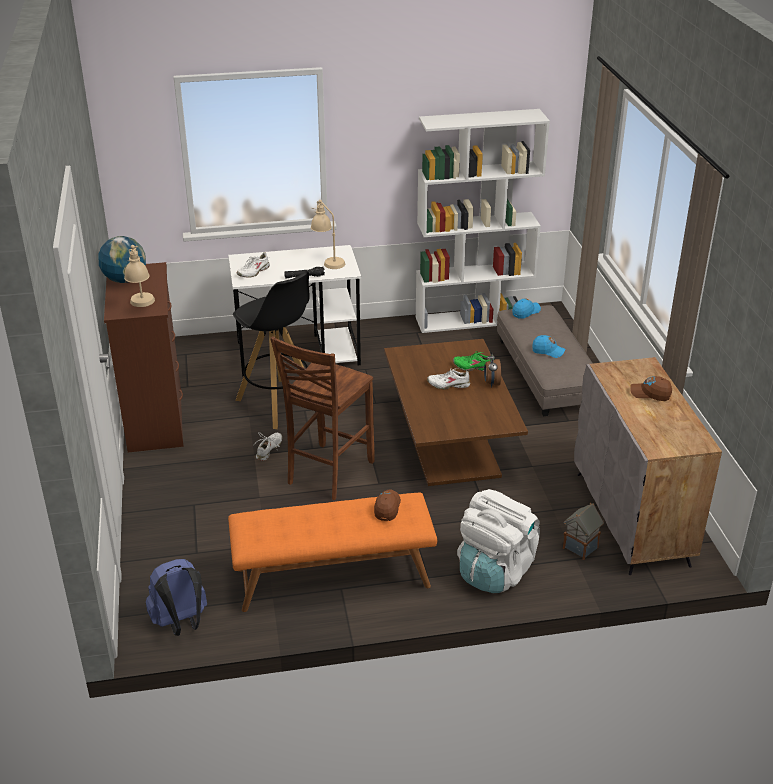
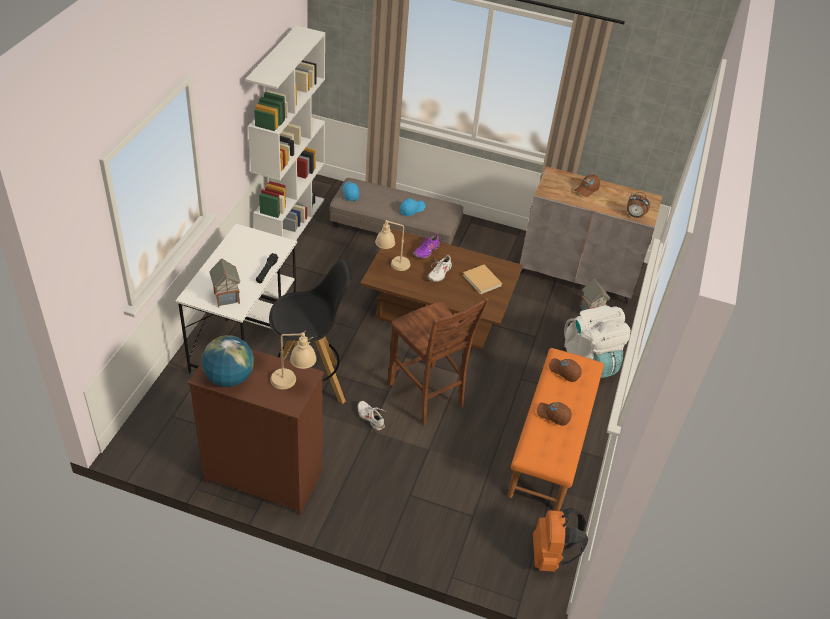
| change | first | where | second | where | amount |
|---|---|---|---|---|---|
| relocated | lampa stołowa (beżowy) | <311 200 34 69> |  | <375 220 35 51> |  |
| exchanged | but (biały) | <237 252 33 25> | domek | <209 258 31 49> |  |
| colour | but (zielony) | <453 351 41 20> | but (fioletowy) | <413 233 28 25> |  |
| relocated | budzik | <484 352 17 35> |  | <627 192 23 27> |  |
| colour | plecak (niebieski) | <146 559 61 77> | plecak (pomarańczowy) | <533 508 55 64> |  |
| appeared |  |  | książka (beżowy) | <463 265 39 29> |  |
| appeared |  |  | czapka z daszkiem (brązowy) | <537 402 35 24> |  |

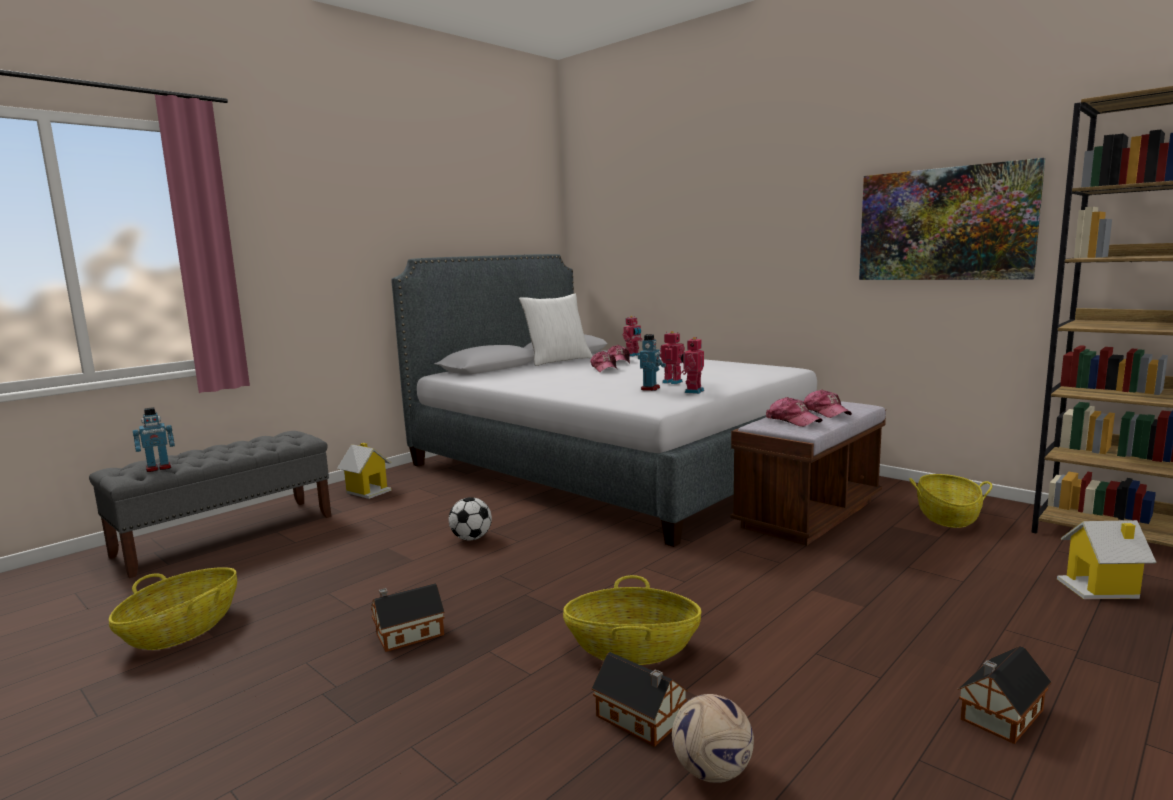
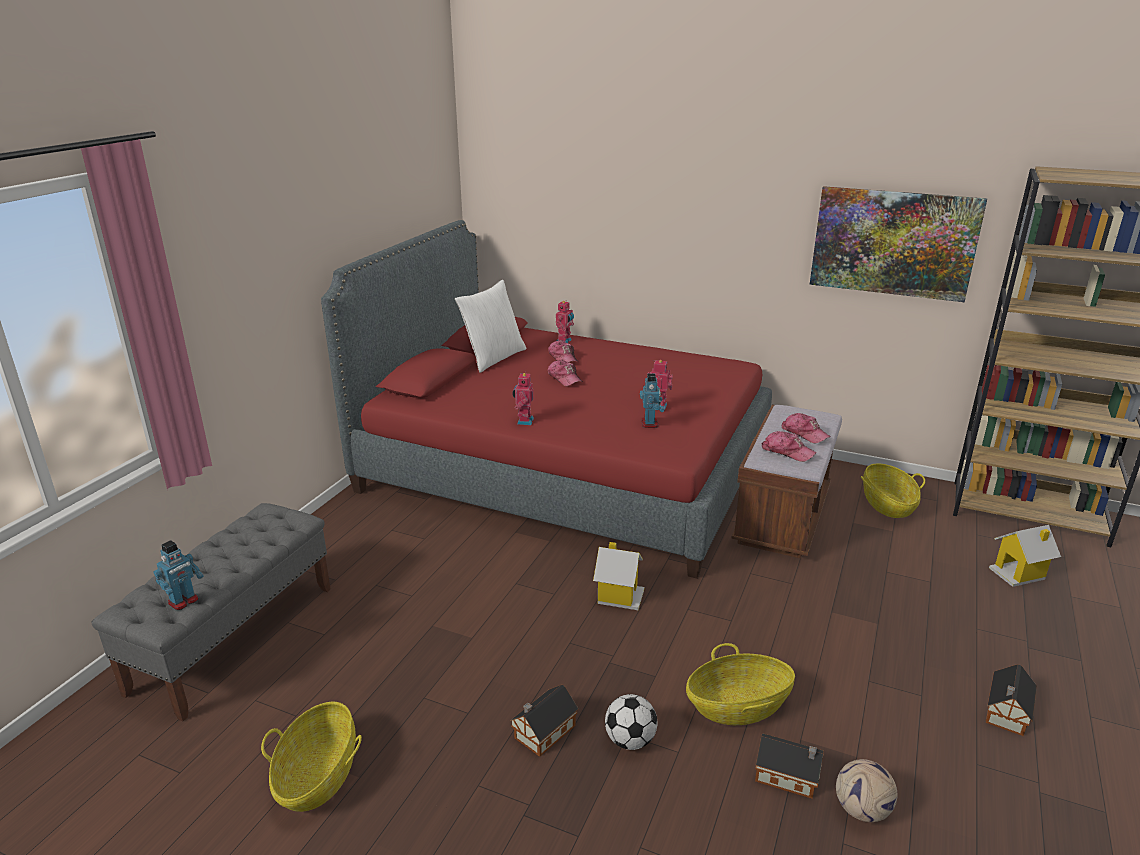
| change | first | where | second | where | amount |
|---|---|---|---|---|---|
| colour | łóżko (szary) | <391 254 426 293> | łóżko (czerwony) | <321 220 451 359> |  |
| relocated | robot zabawkowy | <681 337 23 57> |  | <512 371 22 54> |  |
| relocated | domek | <337 443 55 56> |  | <593 542 51 68> |  |
| relocated | piłka futbolowa | <449 497 43 43> |  | <605 694 52 56> |  |

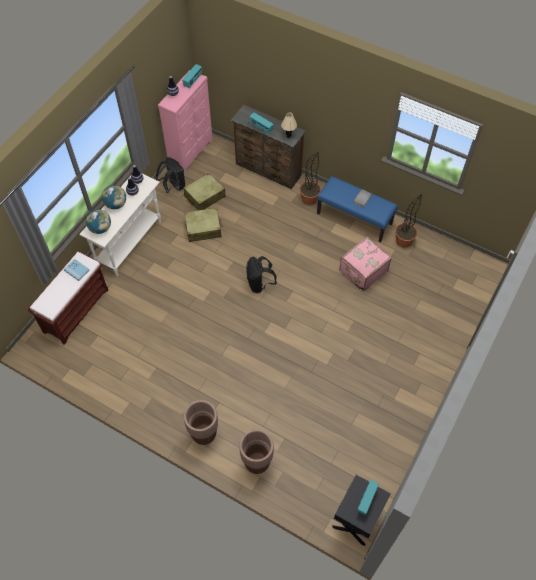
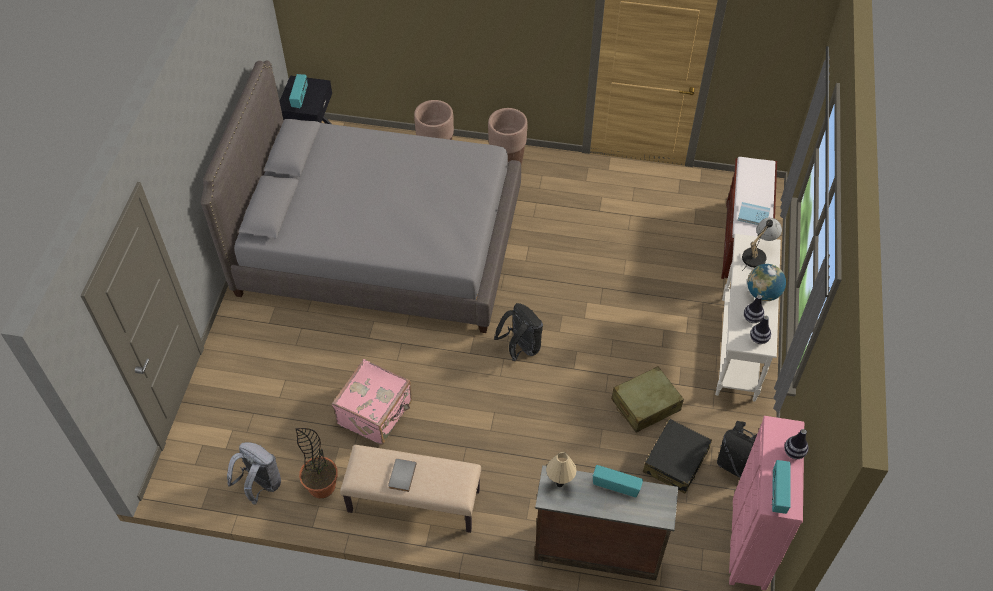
| change | first | where | second | where | amount |
|---|---|---|---|---|---|
| missing | roślina doniczkowa | <300 152 21 53> |  |  |  |
| colour | walizka (beżowy) | <183 173 43 37> | walizka (czarny) | <643 419 69 75> |  |
| colour | ławka (niebieski) | <317 176 81 67> | ławka (beżowy) | <340 445 141 88> |  |
| exchanged | globus | <86 209 25 25> | lampa stołowa | <742 218 40 53> |  |
| appeared |  |  | łóżko (szary) | <201 60 320 273> |  |
| appeared |  |  | plecak (szary) | <227 442 54 63> |  |

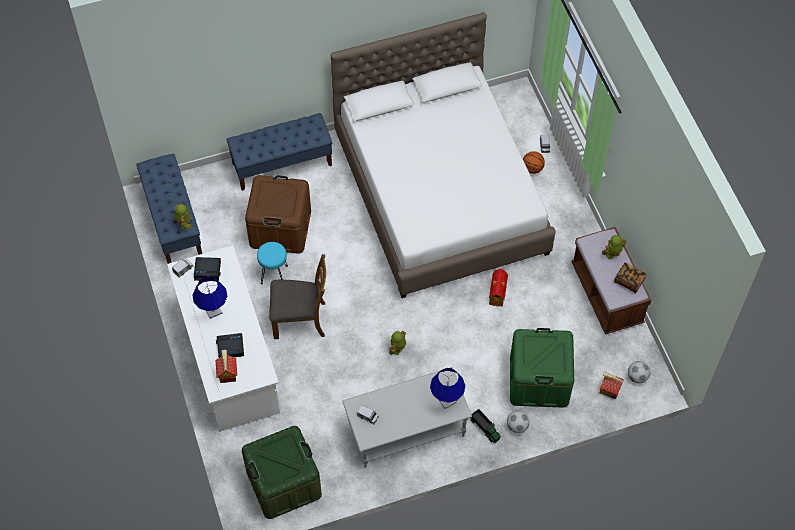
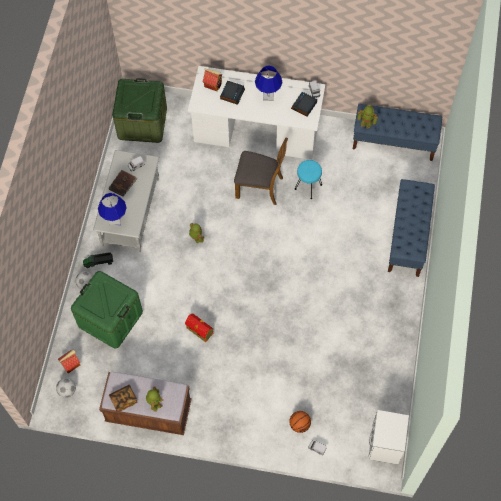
| change | first | where | second | where | amount |
|---|---|---|---|---|---|
| missing | łóżko (biały) | <331 12 225 286> |  |  |  |
| missing | pojemnik do przechowywania (brązowy) | <245 175 66 79> |  |  |  |
| spun | krzesło (brązowy) | <269 254 57 85> |  | <234 138 54 67> | 105 degrees counterclockwise |
| appeared |  |  | książka (brązowy) | <109 170 28 27> |  |
| appeared |  |  | szafka nocna (biały) | <368 410 41 54> |  |

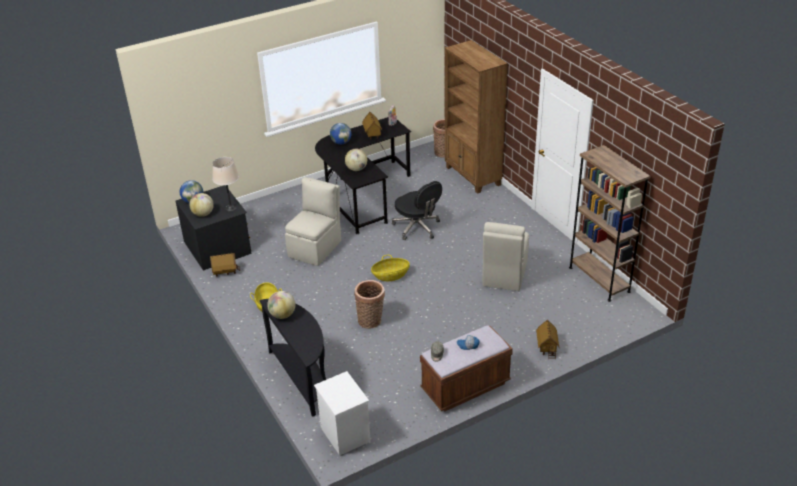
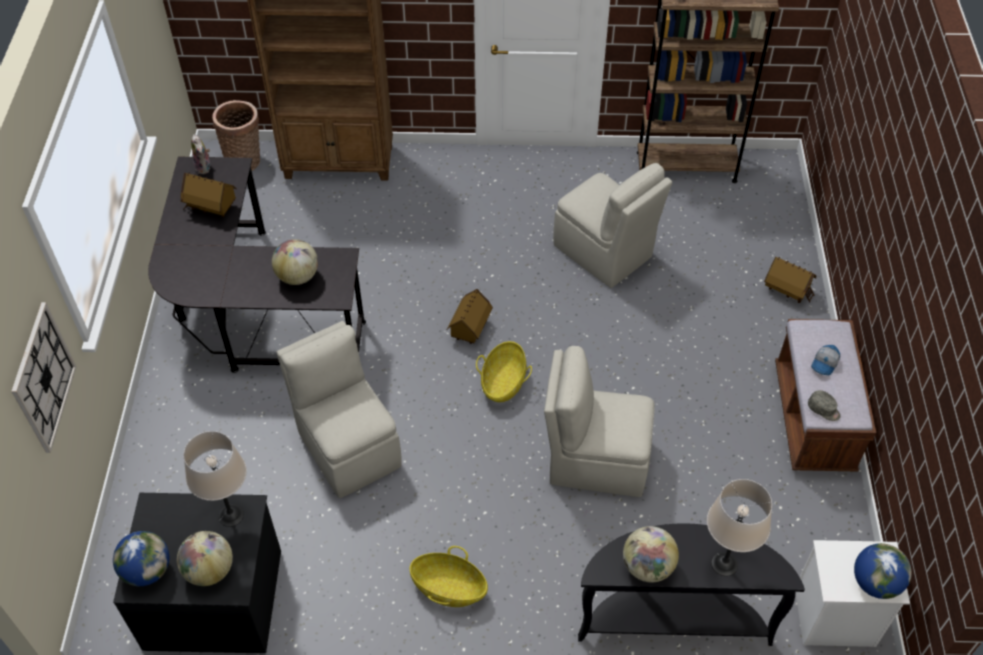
| change | first | where | second | where | amount |
|---|---|---|---|---|---|
| relocated | globus | <330 123 21 22> |  | <854 543 58 56> |  |
| missing | krzesło biurowe (czarny) | <392 181 50 59> |  |  |  |
| relocated | domek | <210 253 30 23> |  | <447 289 46 55> |  |
| exchanged | koszyk | <354 280 31 49> | krzesło (beżowy) | <544 346 111 151> |  |
| appeared |  |  | zegar ścienny | <11 302 66 151> |  |
| appeared |  |  | lampa stołowa (beżowy) | <707 479 65 97> |  |

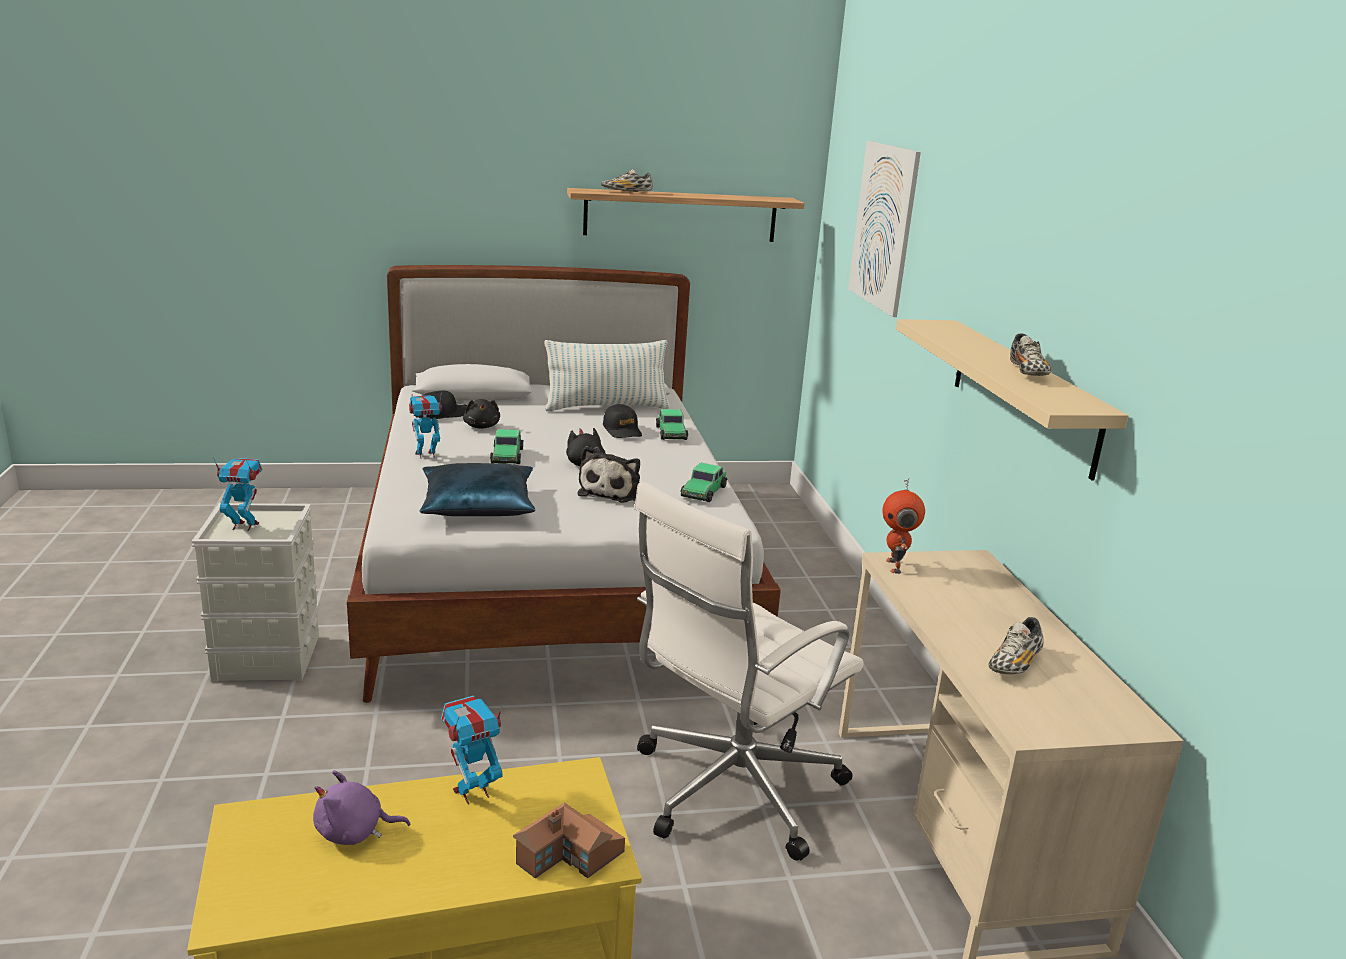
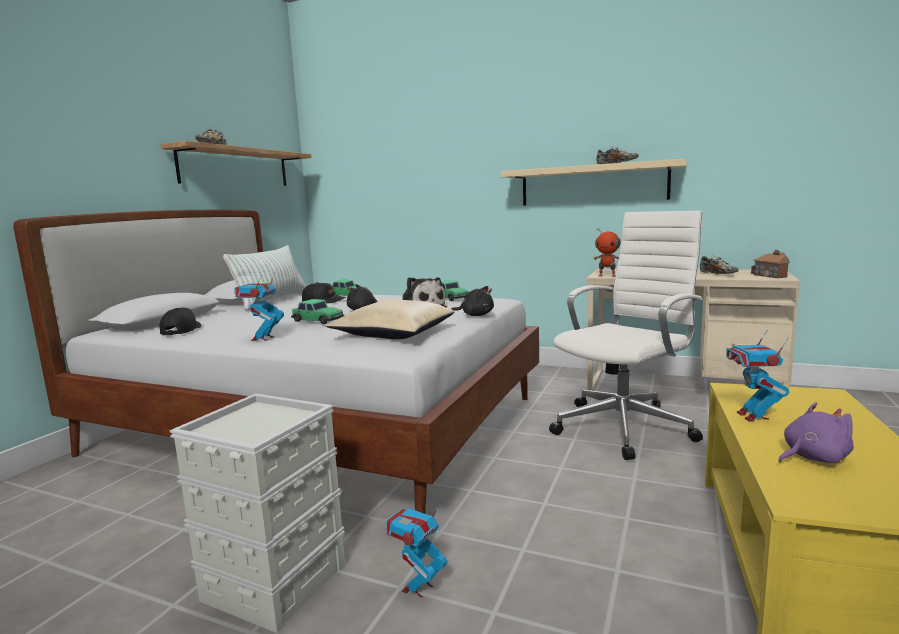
| change | first | where | second | where | amount |
|---|---|---|---|---|---|
| missing | obraz | <848 141 73 176> |  |  |  |
| relocated | pluszak (czarny) | <463 399 37 30> |  | <451 286 43 30> |  |
| relocated | robot zabawkowy | <213 457 50 74> |  | <385 503 62 95> |  |
| colour | poduszka (niebieski) | <420 463 115 53> | poduszka (beżowy) | <325 300 130 39> |  |
| spun | krzesło biurowe (biały) | <634 481 230 380> |  | <549 211 154 249> | 120 degrees counterclockwise |
| spun | pluszak (fioletowy) | <313 770 97 75> |  | <779 402 75 61> | 135 degrees counterclockwise |
| relocated | domek | <513 802 112 76> |  | <751 250 39 28> |  |

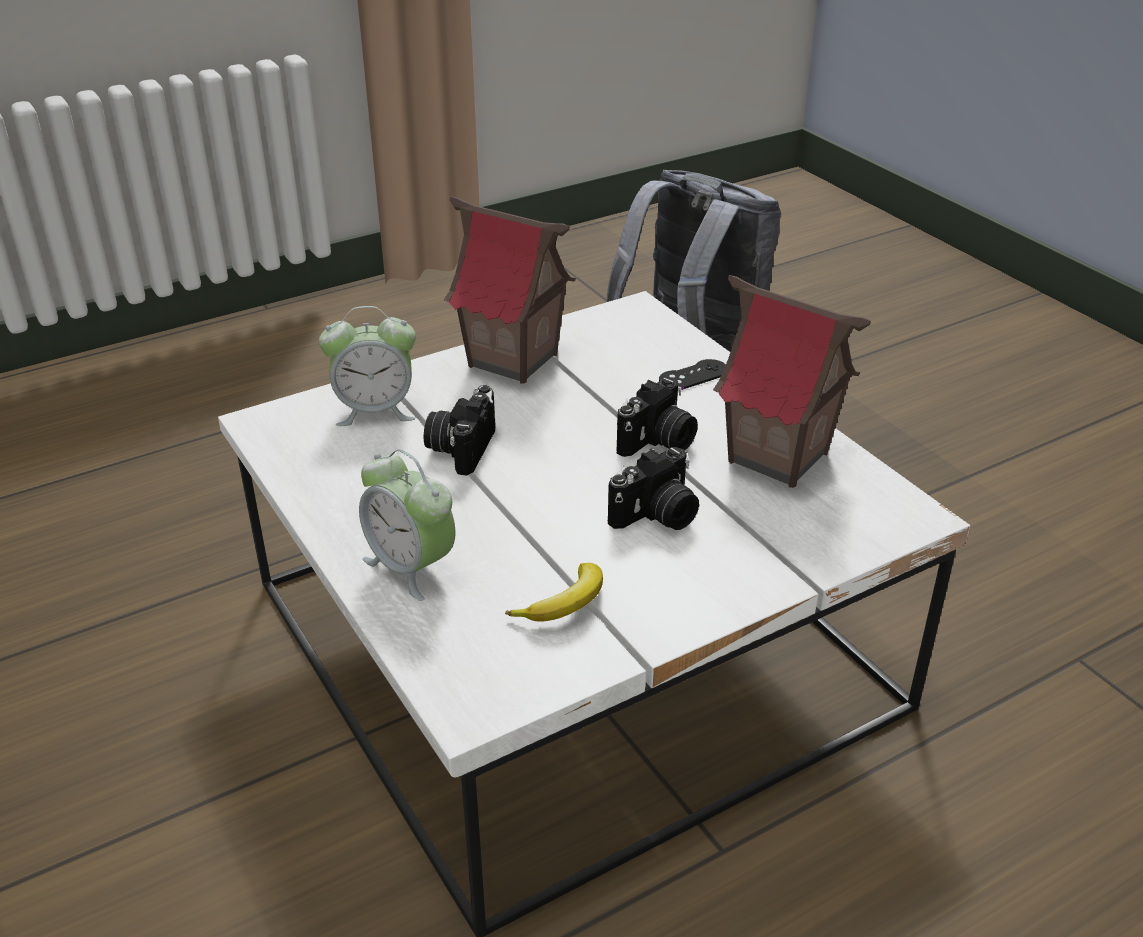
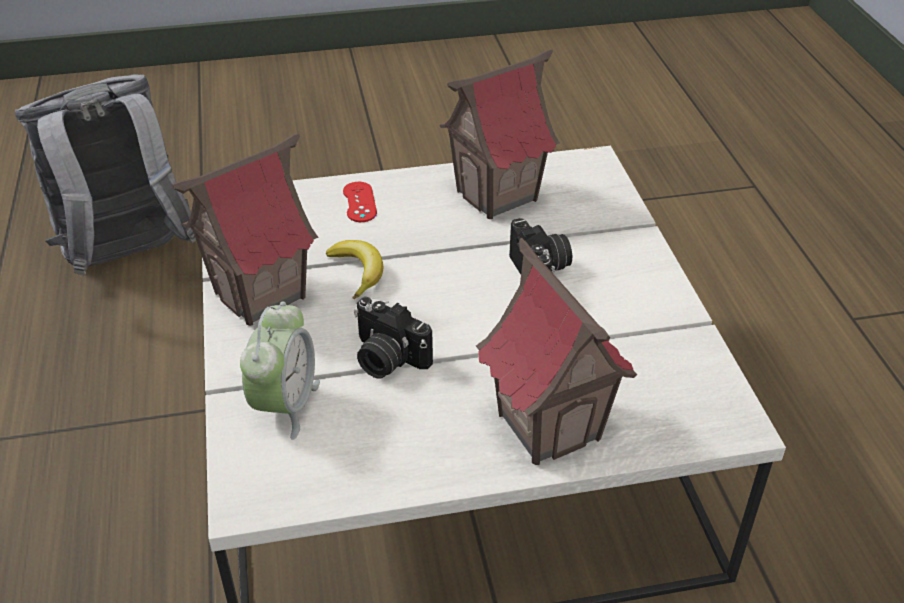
| change | first | where | second | where | amount |
|---|---|---|---|---|---|
| colour | pad do gier (czarny) | <659 359 67 31> | pad do gier (czerwony) | <343 182 34 40> |  |
| missing | aparat fotograficzny | <616 377 82 80> |  |  |  |
| exchanged | budzik | <359 449 96 152> | domek | <476 238 161 227> |  |
| relocated | banan | <505 563 98 59> |  | <326 240 57 59> |  |

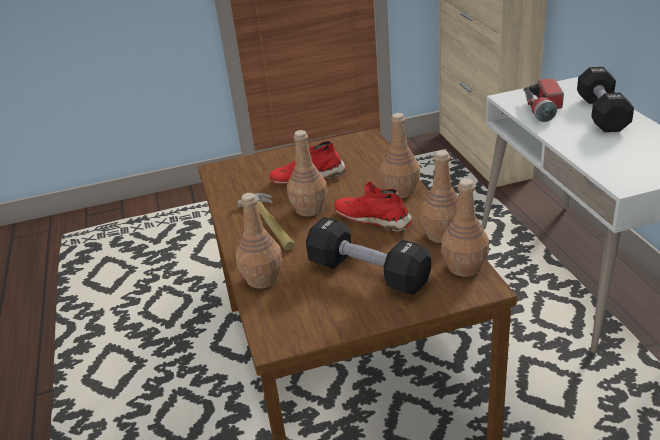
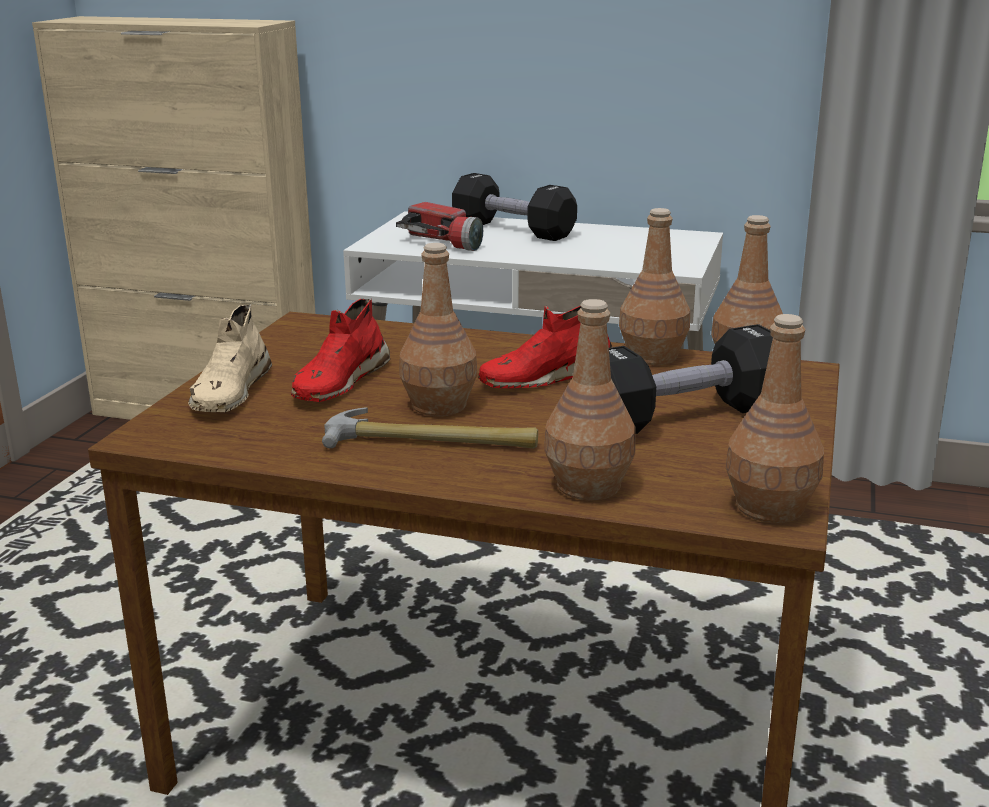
| change | first | where | second | where | amount |
|---|---|---|---|---|---|
| relocated | butelka (brązowy) | <380 113 40 85> |  | <726 314 98 209> |  |
| appeared |  |  | but (beżowy) | <188 304 84 108> |  |

